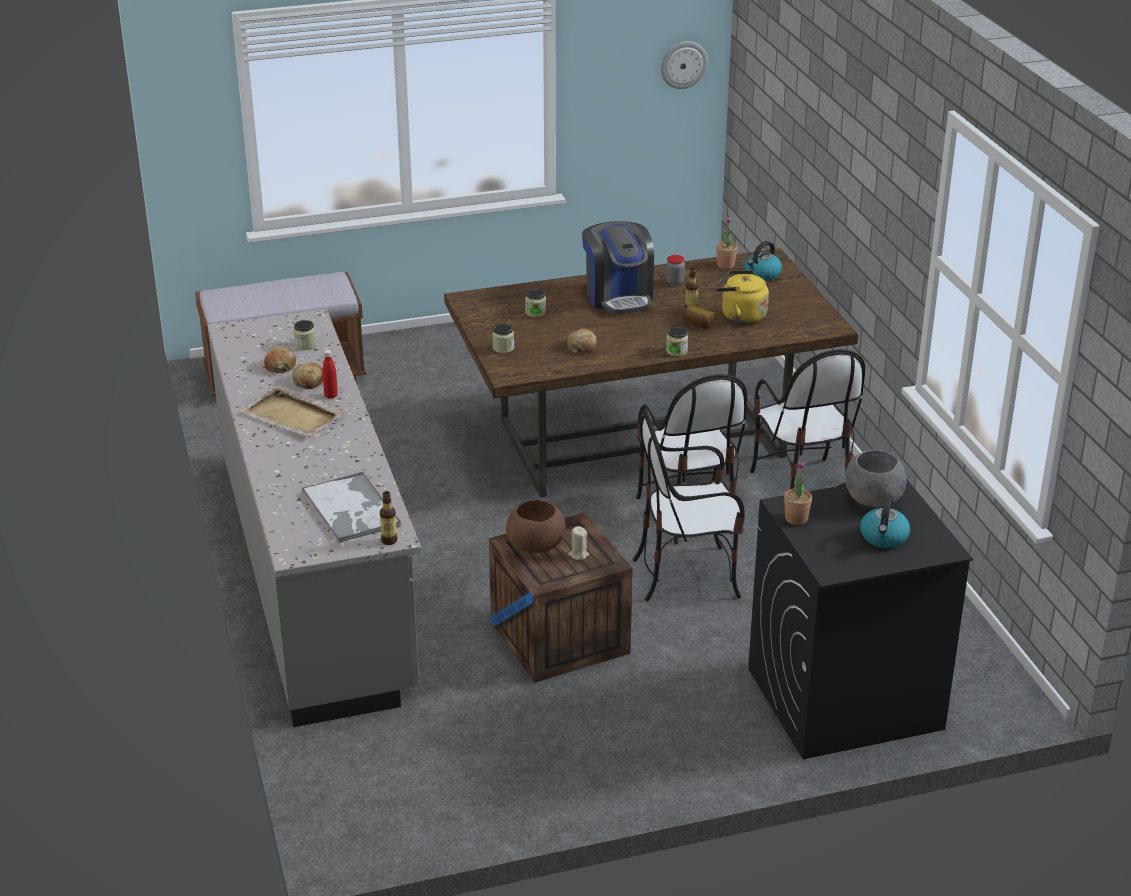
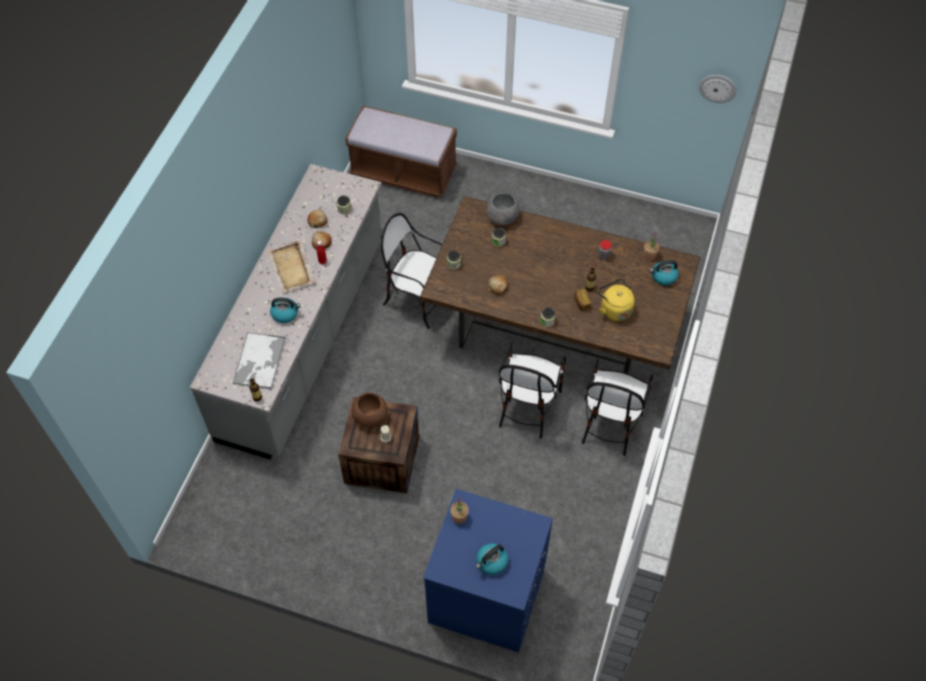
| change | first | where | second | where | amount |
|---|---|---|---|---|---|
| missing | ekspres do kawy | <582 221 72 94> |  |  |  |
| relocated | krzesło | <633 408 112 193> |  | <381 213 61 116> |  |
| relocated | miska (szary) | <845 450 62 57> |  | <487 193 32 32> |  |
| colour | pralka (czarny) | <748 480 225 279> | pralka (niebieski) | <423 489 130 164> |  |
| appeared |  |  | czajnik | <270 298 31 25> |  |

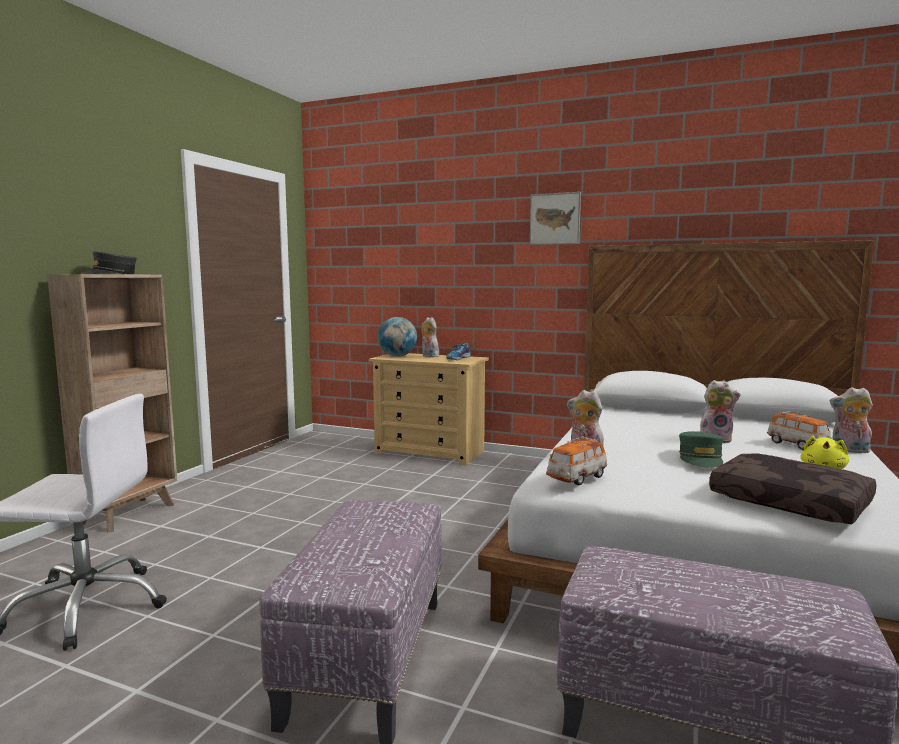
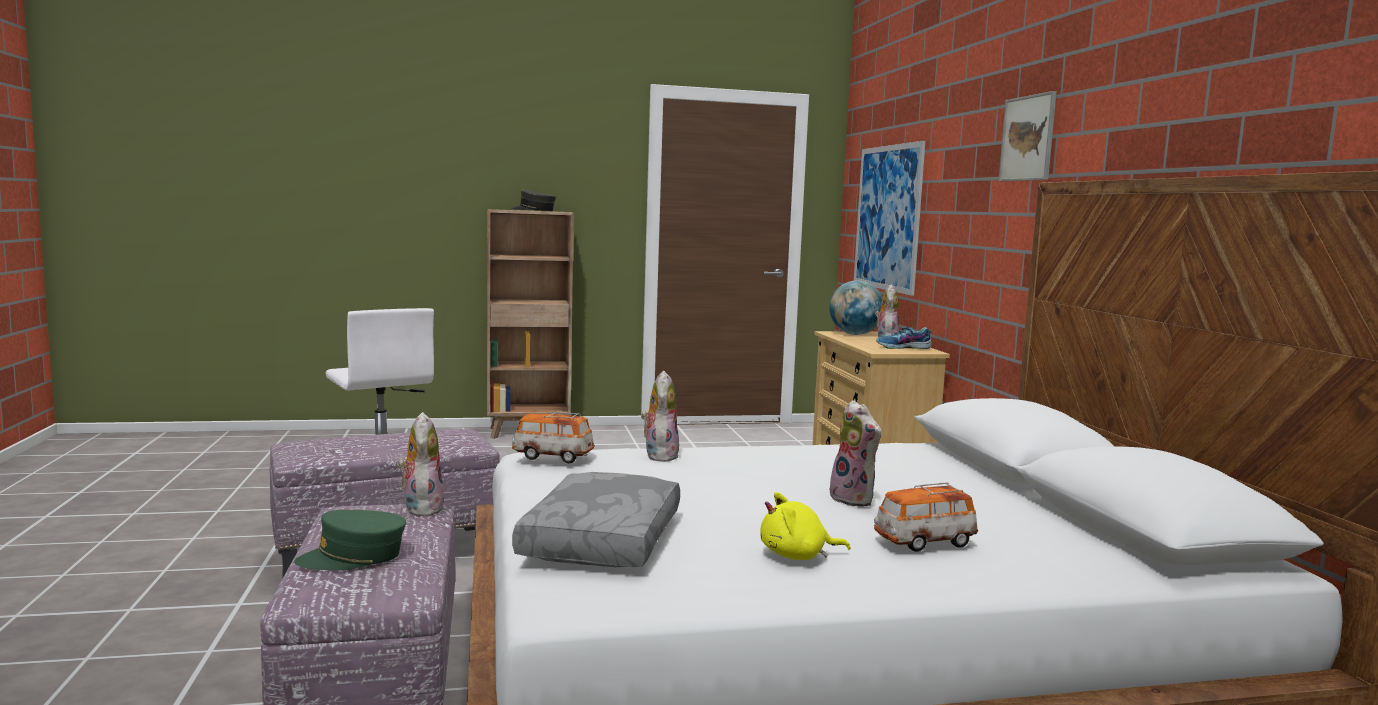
| change | first | where | second | where | amount |
|---|---|---|---|---|---|
| relocated | pluszak | <830 387 43 66> |  | <398 412 47 105> |  |
| spun | samochodzik | <767 411 65 39> |  | <874 482 104 70> | 45 degrees clockwise |
| relocated | czapka z daszkiem (zielony) | <679 431 45 37> |  | <294 510 112 60> |  |
| colour | poduszka (brązowy) | <709 453 168 71> | poduszka (szary) | <512 472 168 95> |  |
| appeared |  |  | obraz | <854 141 71 155> |  |

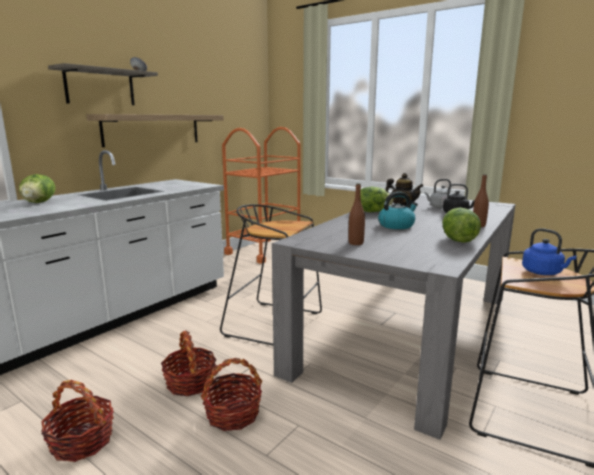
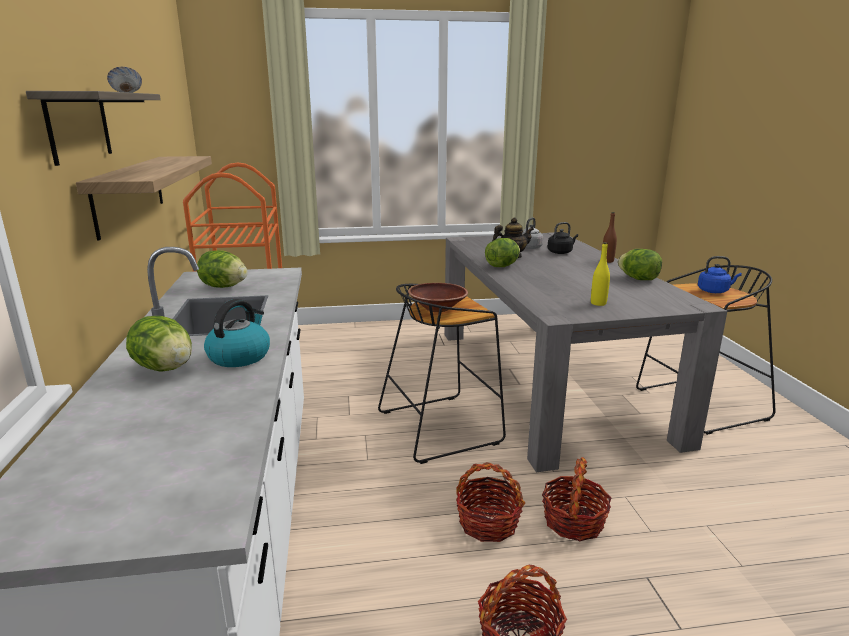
| change | first | where | second | where | amount |
|---|---|---|---|---|---|
| colour | butelka (brązowy) | <348 183 17 62> | butelka (żółty) | <591 242 19 64> |  |
| relocated | czajnik | <378 192 40 37> |  | <204 299 66 68> |  |
| appeared |  |  | sałata | <197 250 51 38> |  |
| appeared |  |  | miska (brązowy) | <408 283 60 29> |  |

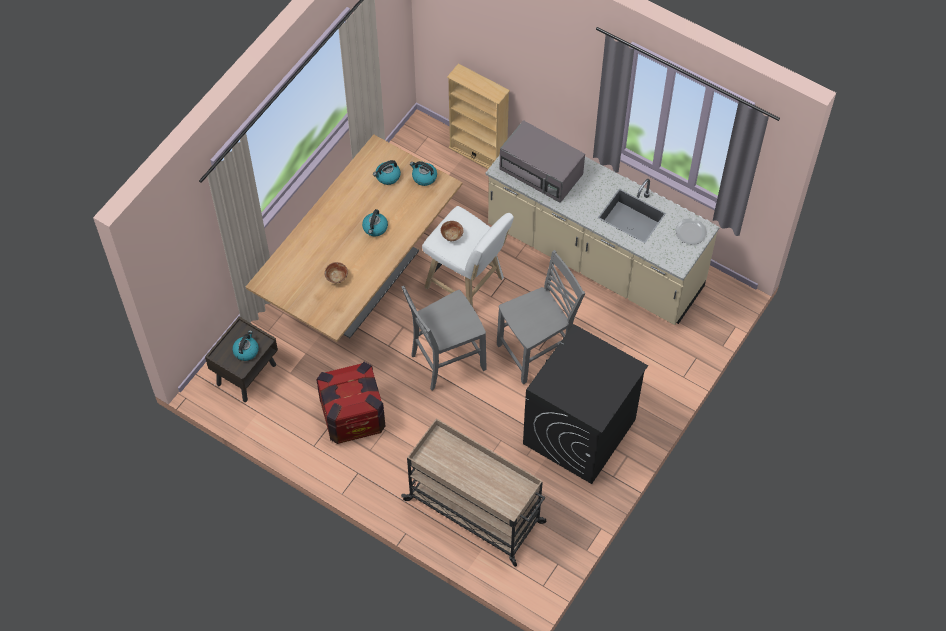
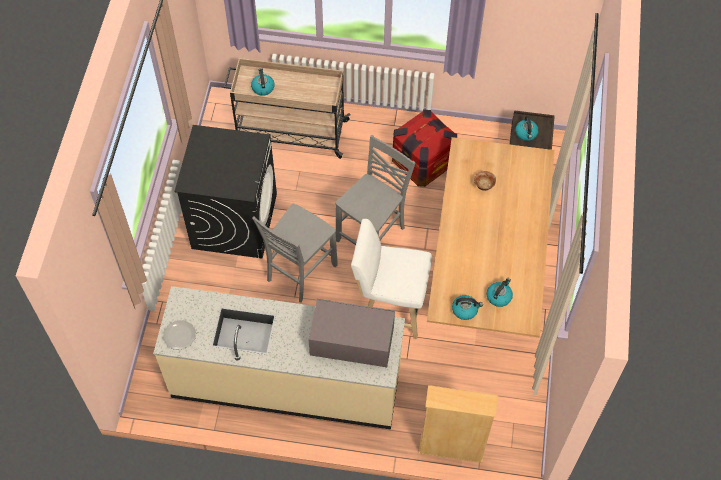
| change | first | where | second | where | amount |
|---|---|---|---|---|---|
| relocated | czajnik | <362 209 26 27> |  | <251 68 23 28> |  |
| missing | miska | <440 221 23 20> |  |  |  |

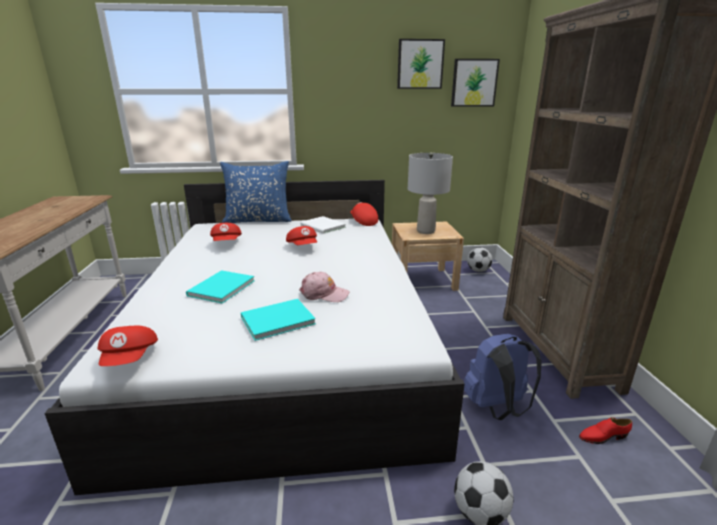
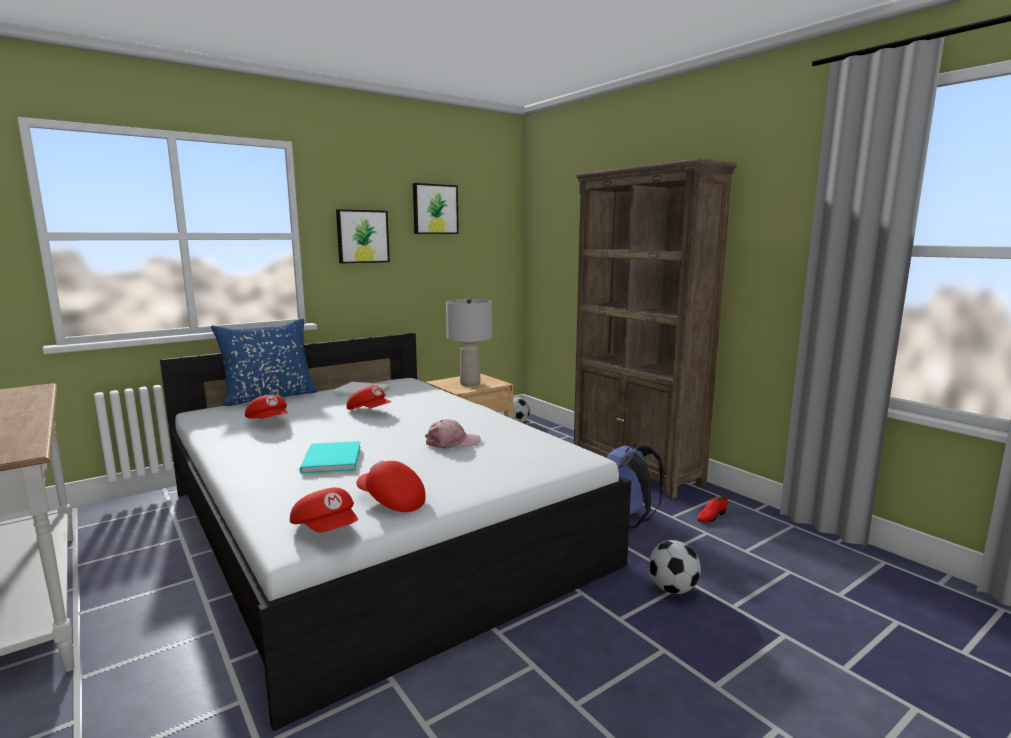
| change | first | where | second | where | amount |
|---|---|---|---|---|---|
| relocated | obraz | <451 59 49 48> |  | <336 209 54 55> |  |
| relocated | czapka z daszkiem (czerwony) | <350 202 28 24> |  | <357 461 68 51> |  |
| missing | książka (turkusowy) | <241 299 75 42> |  |  |  |

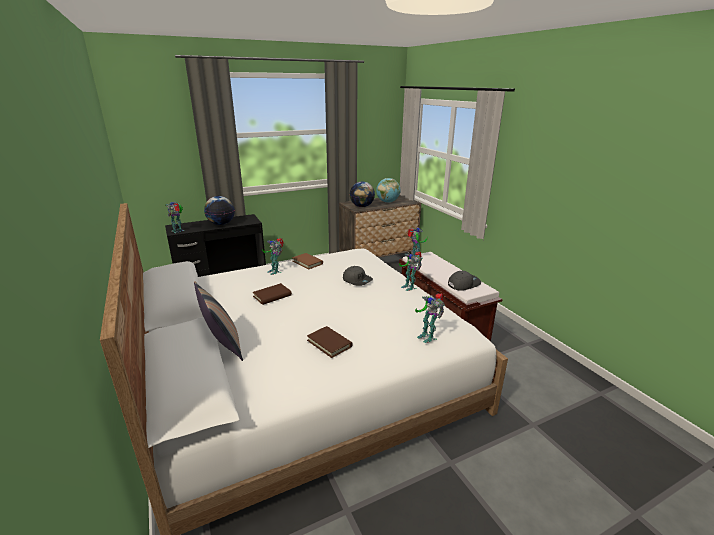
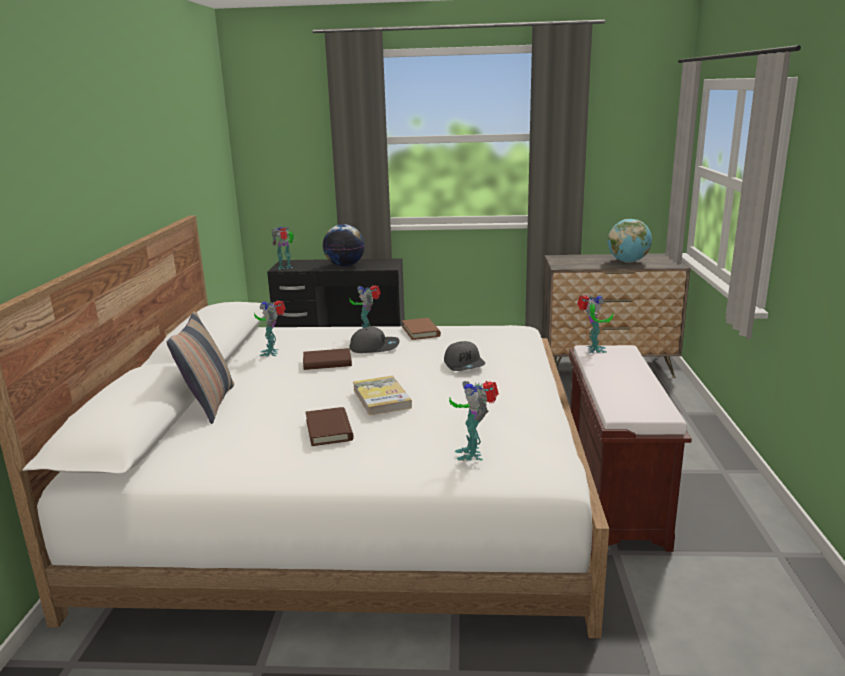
| change | first | where | second | where | amount |
|---|---|---|---|---|---|
| missing | globus | <349 181 26 26> |  |  |  |
| relocated | robot zabawkowy | <399 251 23 40> |  | <254 300 32 56> |  |
| relocated | czapka z daszkiem (szary) | <448 271 33 20> |  | <350 327 49 26> |  |
| appeared |  |  | książka | <353 376 59 40> |  |

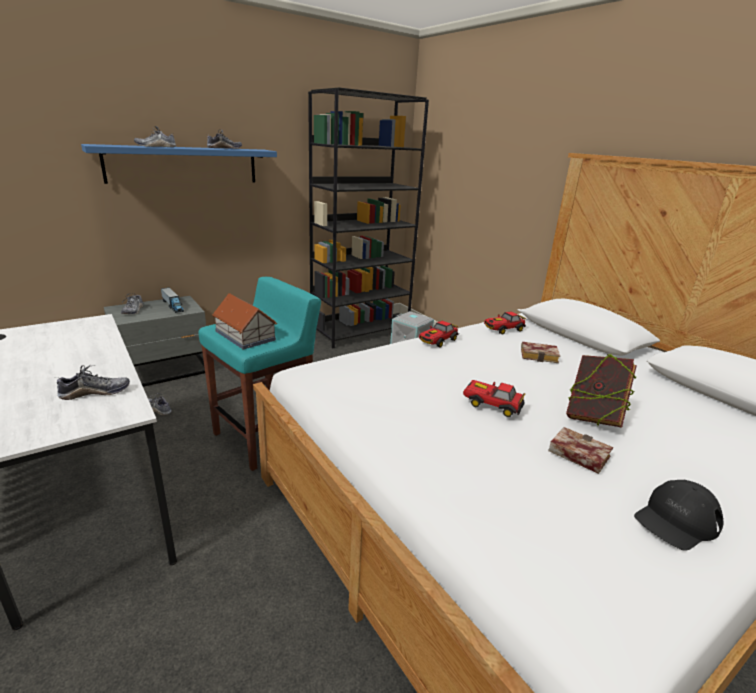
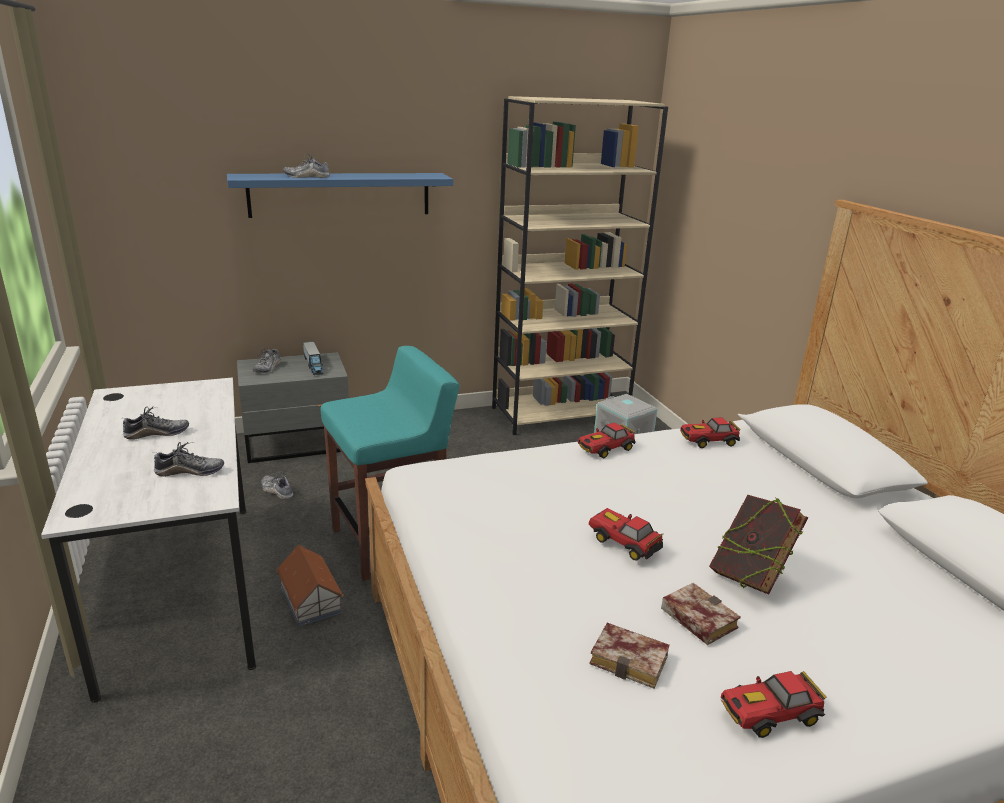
| change | first | where | second | where | amount |
|---|---|---|---|---|---|
| colour | regał (czarny) | <308 87 121 262> | regał (beżowy) | <492 96 176 339> |  |
| relocated | but | <207 129 35 20> |  | <119 407 70 33> |  |
| relocated | domek | <212 293 65 56> |  | <276 545 68 82> |  |
| relocated | książka | <521 342 39 21> |  | <589 623 81 66> |  |
| exchanged | czapka z daszkiem (czarny) | <634 480 89 71> | samochodzik | <721 671 105 67> |  |

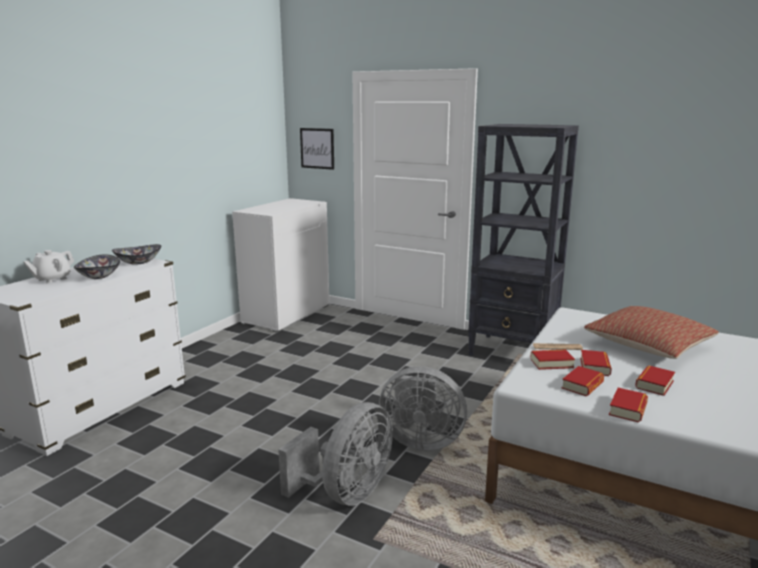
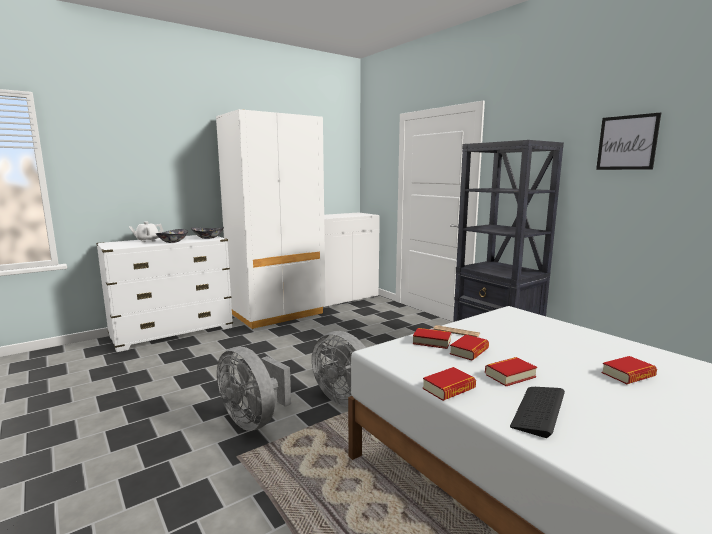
| change | first | where | second | where | amount |
|---|---|---|---|---|---|
| relocated | obraz | <300 128 34 42> |  | <596 113 65 57> |  |
| missing | poduszka | <584 306 135 53> |  |  |  |
| relocated | książka | <562 366 42 30> |  | <602 356 55 28> |  |
| spun | wentylator (szary) | <278 402 115 104> |  | <217 347 74 84> | 75 degrees clockwise |
| appeared |  |  | szafa (biały) | <216 109 110 220> |  |
| appeared |  |  | klawiatura | <510 387 55 51> |  |

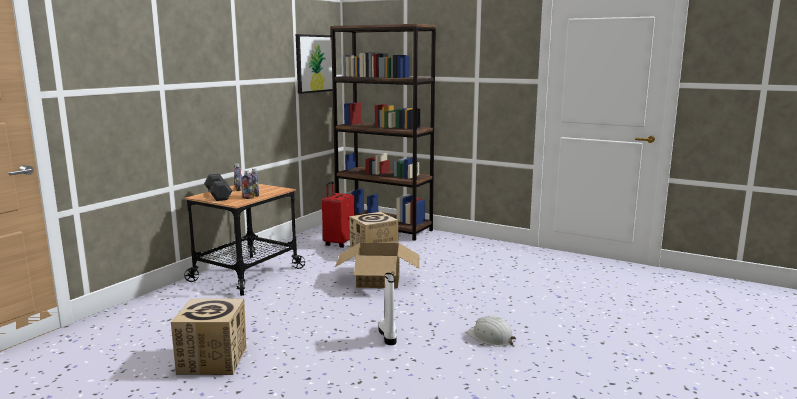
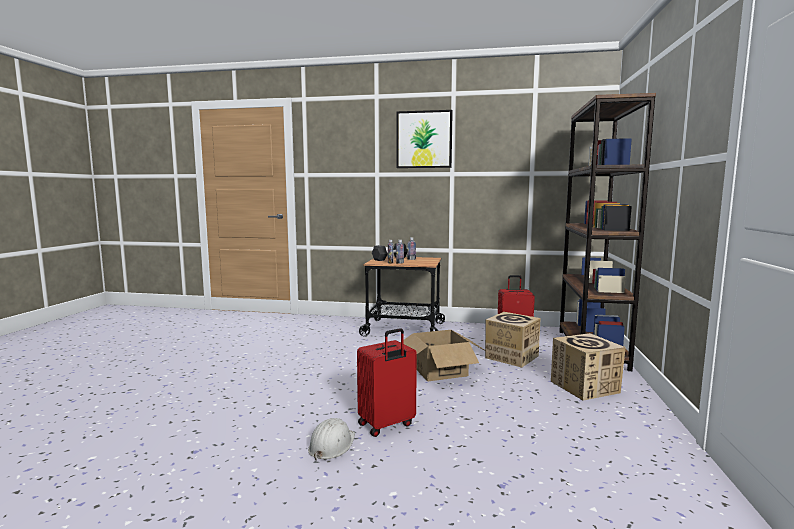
| change | first | where | second | where | amount |
|---|---|---|---|---|---|
| relocated | obraz | <296 34 37 60> |  | <396 110 57 58> |  |
| missing | but z cholewką (biały) | <379 273 18 72> |  |  |  |
| relocated | karton | <171 298 76 77> |  | <551 333 75 68> |  |
| appeared |  |  | walizka (czerwony) | <357 328 60 109> |  |

